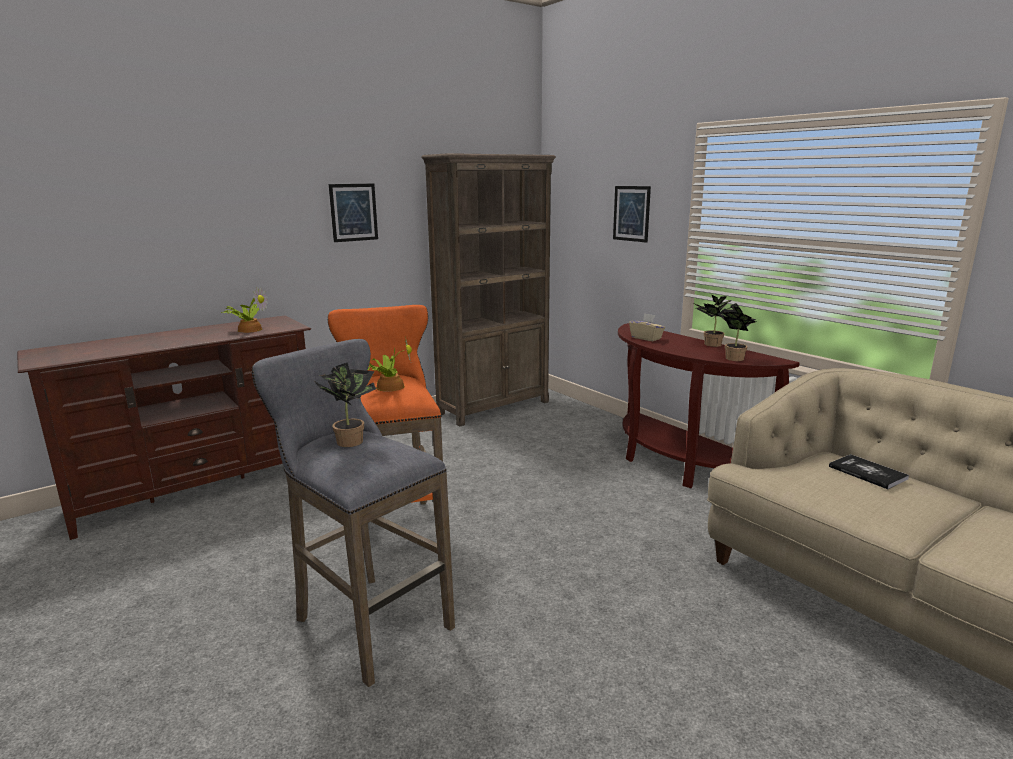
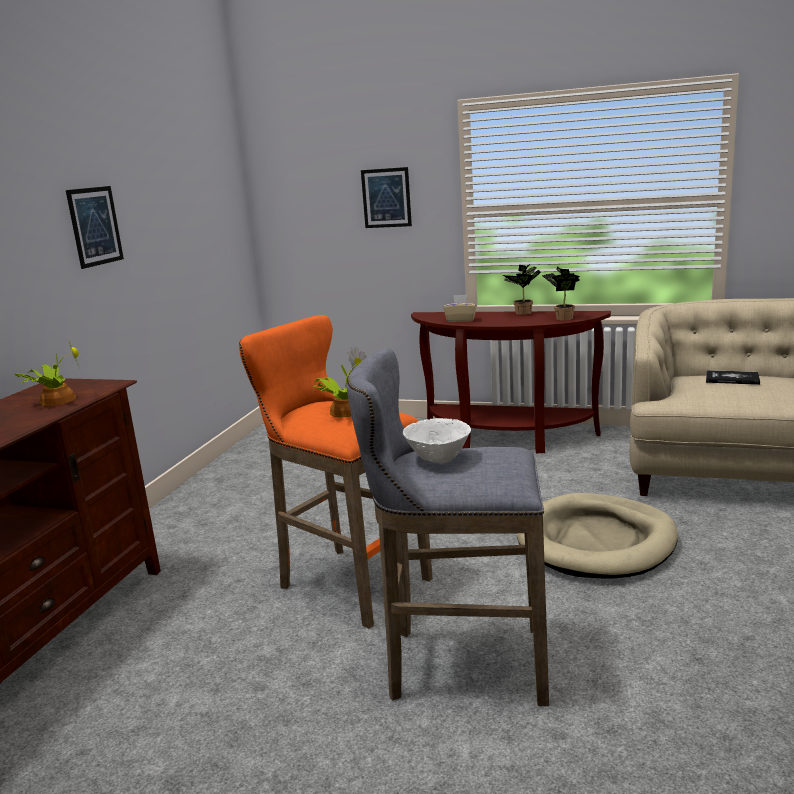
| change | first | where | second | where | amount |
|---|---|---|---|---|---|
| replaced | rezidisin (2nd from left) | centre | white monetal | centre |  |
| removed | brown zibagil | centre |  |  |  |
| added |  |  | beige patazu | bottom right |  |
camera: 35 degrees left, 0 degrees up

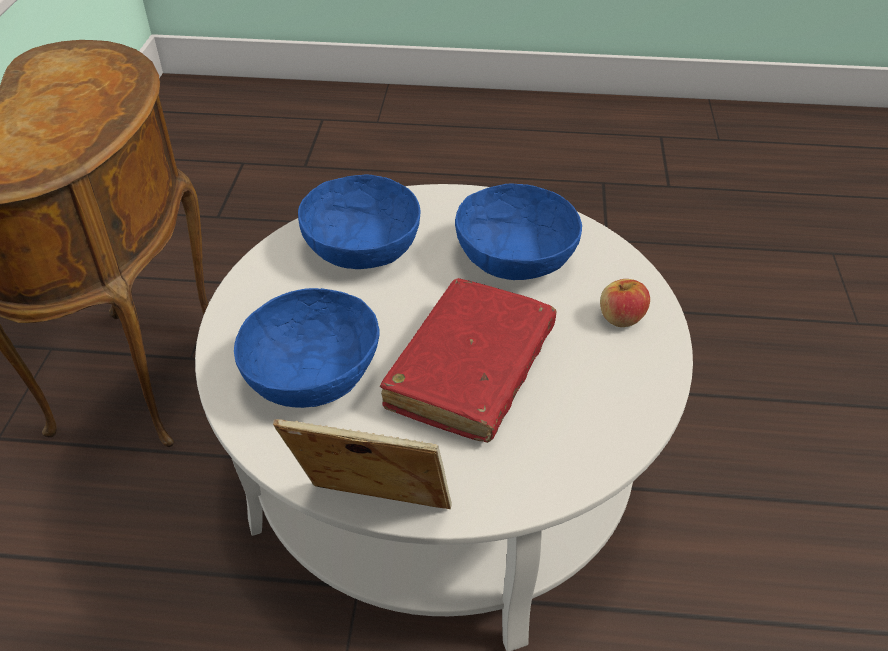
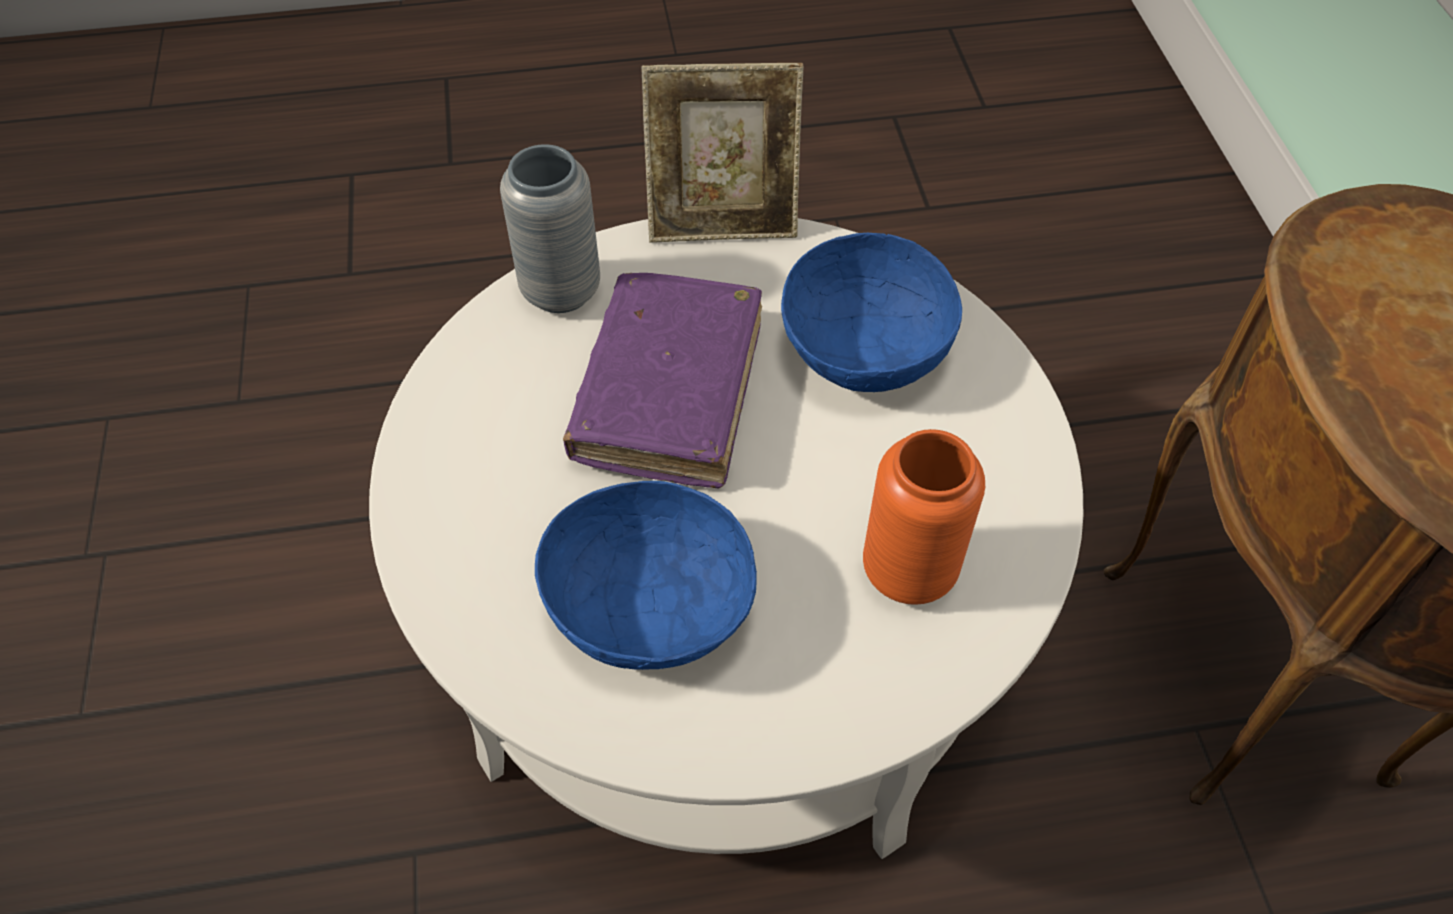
| change | first | where | second | where | amount |
|---|---|---|---|---|---|
| replaced | blue monetal (2nd from left) | centre | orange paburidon | centre |  |
| recoloured | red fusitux | centre | purple fusitux | centre |  |
| removed | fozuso | middle right |  |  |  |
| added |  |  | grey paburidon | top centre |  |
camera: 165 degrees right, 10 degrees up

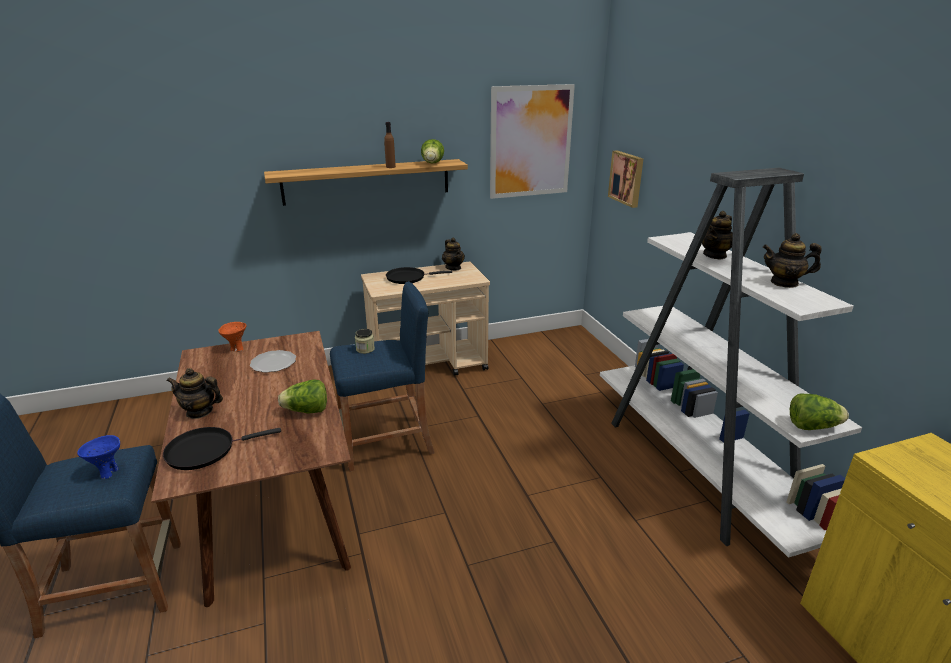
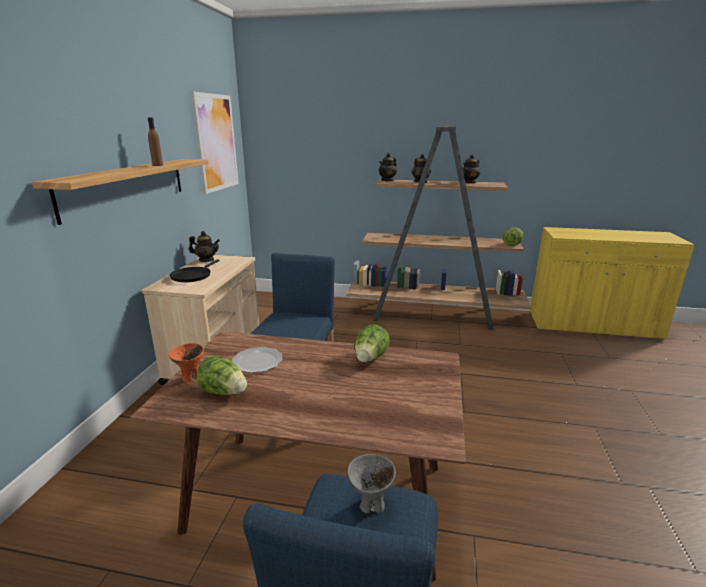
| change | first | where | second | where | amount |
|---|---|---|---|---|---|
| recoloured | blue monetal | bottom left | grey monetal | bottom centre |  |
| removed | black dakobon (1st from left) | bottom left |  |  |  |
| moved | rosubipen (1st from left in the first image) | middle left | rosubipen (2nd from left) | top centre |  |
| removed | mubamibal | centre |  |  |  |
| moved | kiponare (2nd from left in the first image) | top centre | kiponare (1st from left) | middle left |  |
| recoloured | white zibagil | middle right | brown zibagil | centre |  |
| removed | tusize (2nd from left) | top centre |  |  |  |
camera: 60 degrees left, 5 degrees down

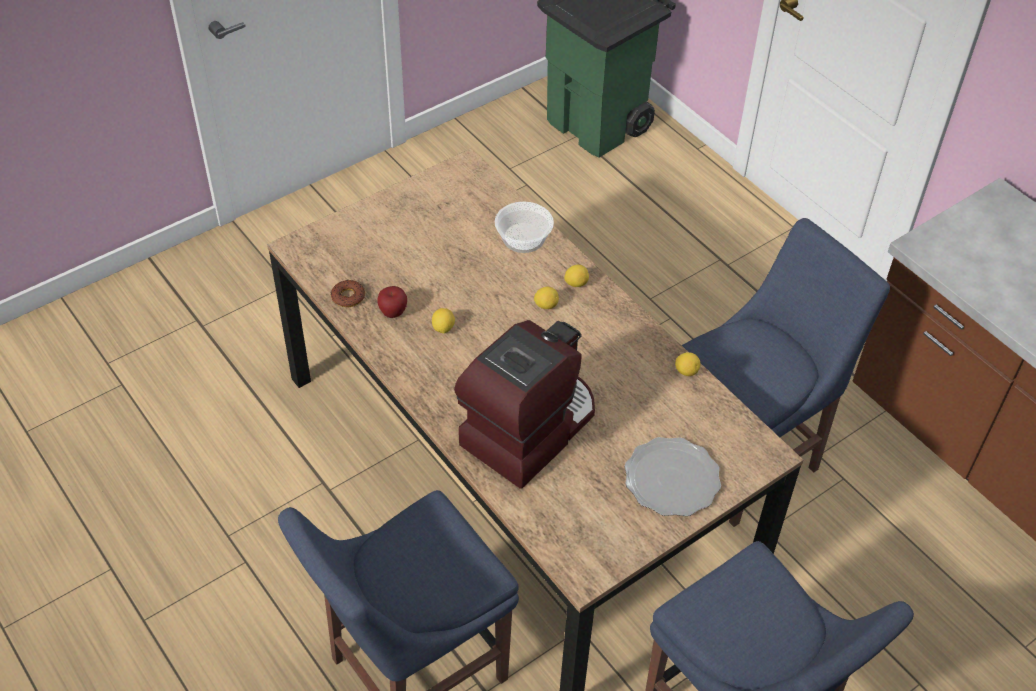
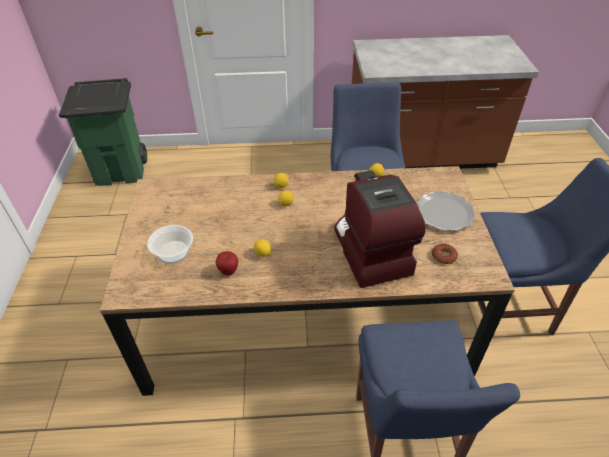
| change | first | where | second | where | amount |
|---|---|---|---|---|---|
| moved | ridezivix | centre |  | middle right |  |
| moved | monetal | top centre |  | middle left |  |
camera: 55 degrees left, 5 degrees down

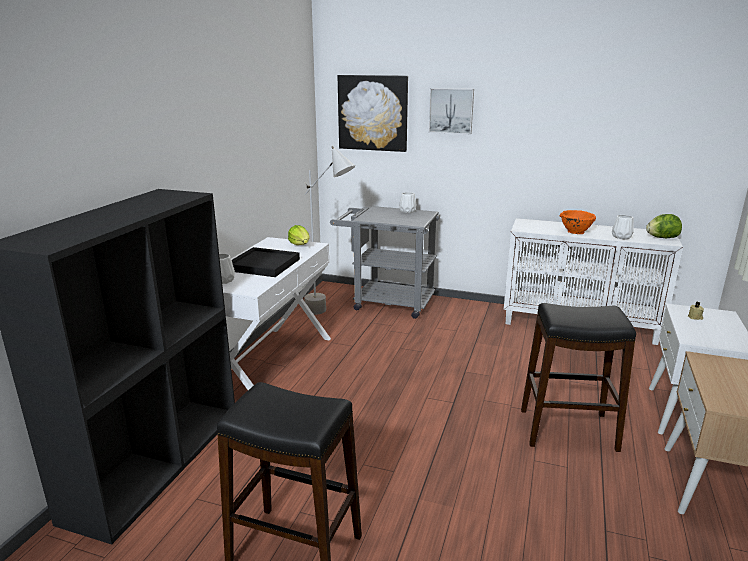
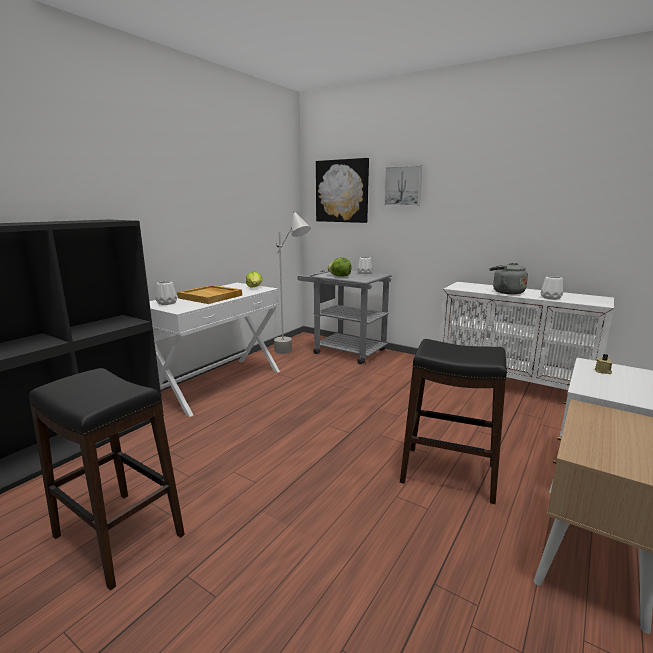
| change | first | where | second | where | amount |
|---|---|---|---|---|---|
| recoloured | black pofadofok | centre | beige pofadofok | middle left |  |
| replaced | orange monetal | middle right | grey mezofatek | middle right |  |
| moved | kiponare (2nd from left) | middle right |  | centre |  |
camera: 15 degrees right, 5 degrees down

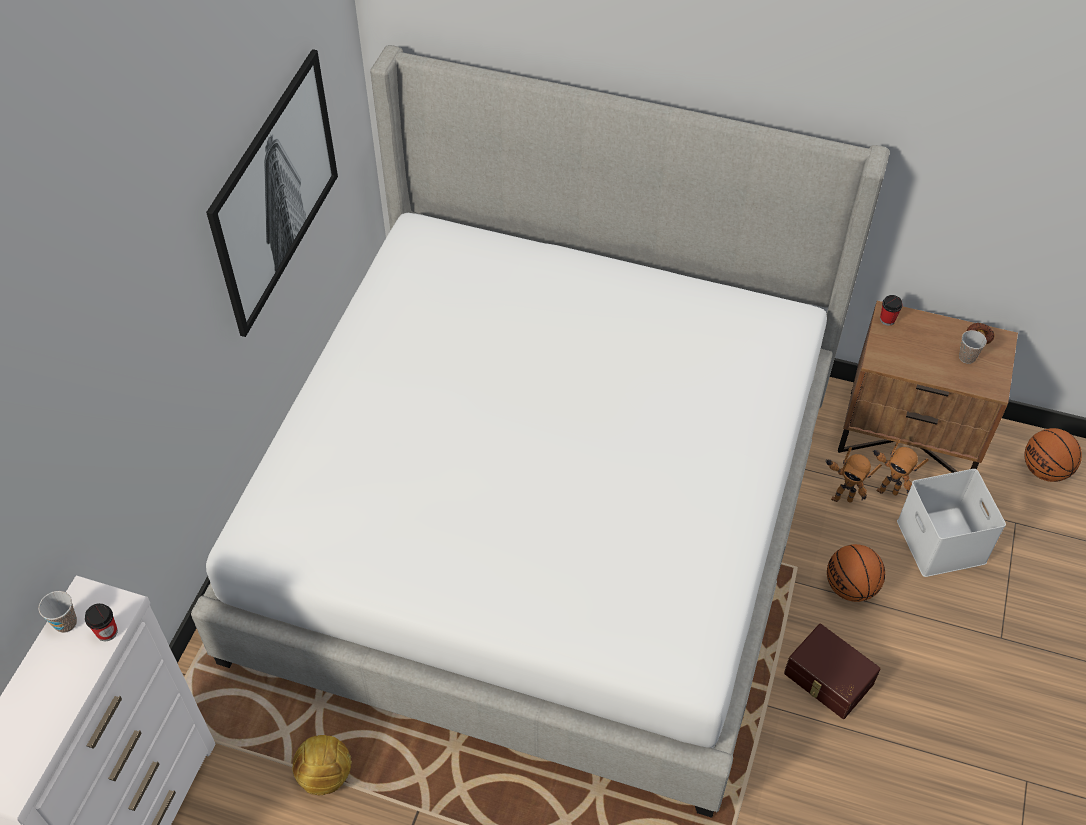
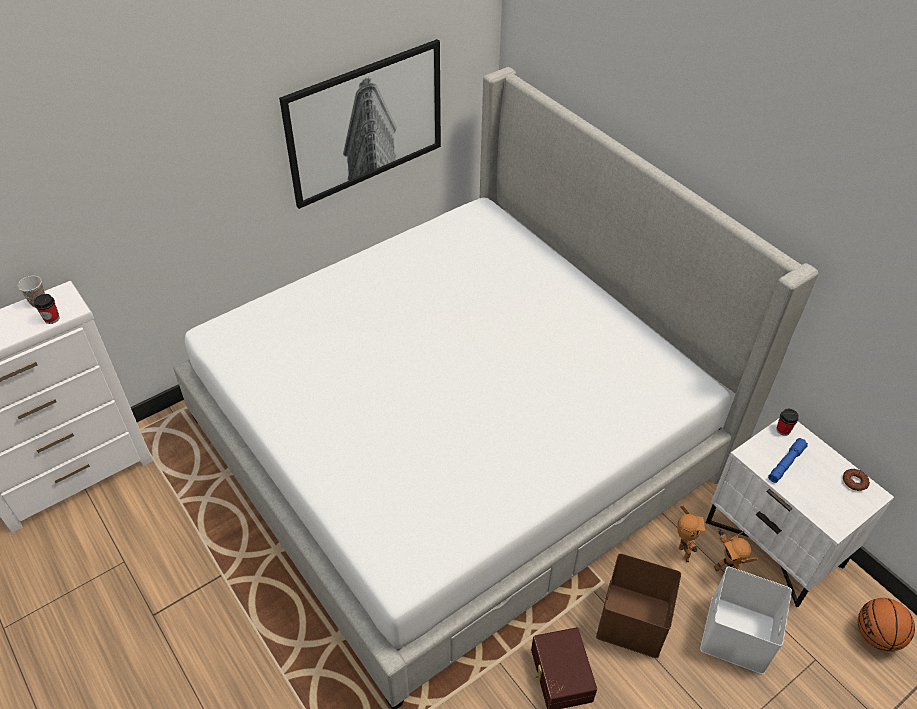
| change | first | where | second | where | amount |
|---|---|---|---|---|---|
| removed | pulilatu | bottom left |  |  |  |
| turned | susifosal (1st from left) | middle right |  | bottom right | 150 degrees counterclockwise |
| replaced | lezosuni (1st from left) | bottom right | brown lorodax (2nd from left) | bottom right |  |
| recoloured | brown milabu | middle right | white milabu | bottom right |  |
| removed | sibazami (4th from left) | middle right |  |  |  |
| added |  |  | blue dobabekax | middle right |  |
camera: 35 degrees right, 5 degrees down

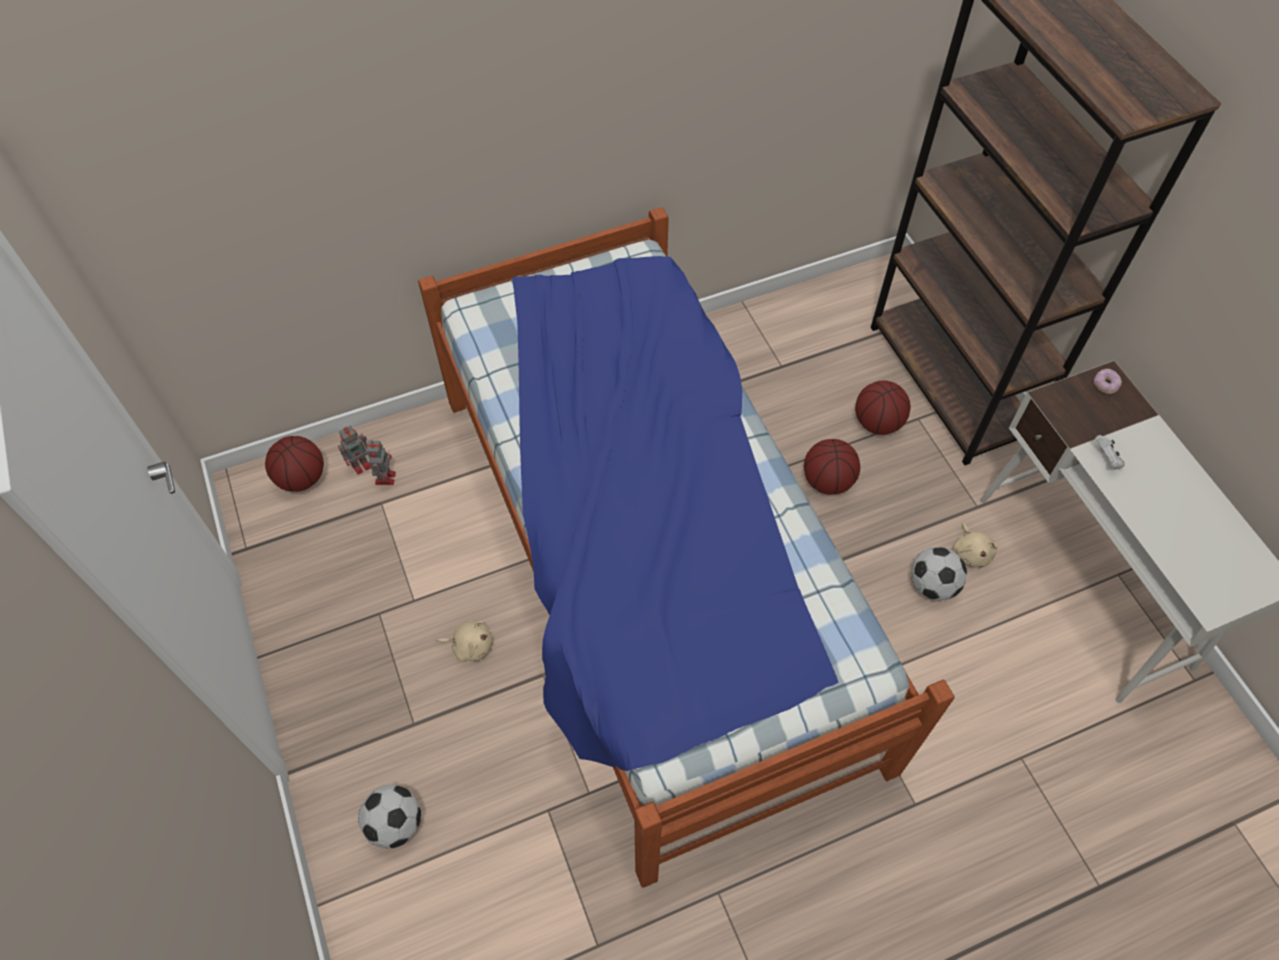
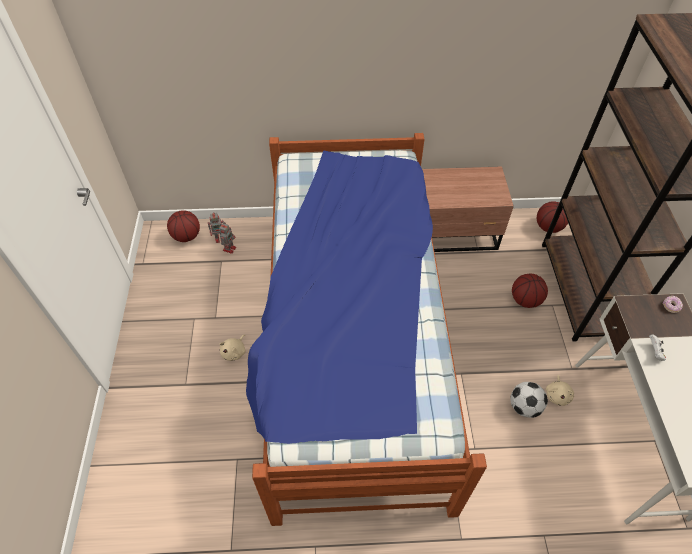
| change | first | where | second | where | amount |
|---|---|---|---|---|---|
| removed | pulilatu (1st from left) | bottom left |  |  |  |
| turned | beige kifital (1st from left) | bottom centre |  | centre | 90 degrees clockwise |
| moved | lezosuni (2nd from left in the first image) | centre | lezosuni (3rd from left) | middle right |  |
| added |  |  | brown milabu | middle right |  |
camera: 20 degrees right, 5 degrees down

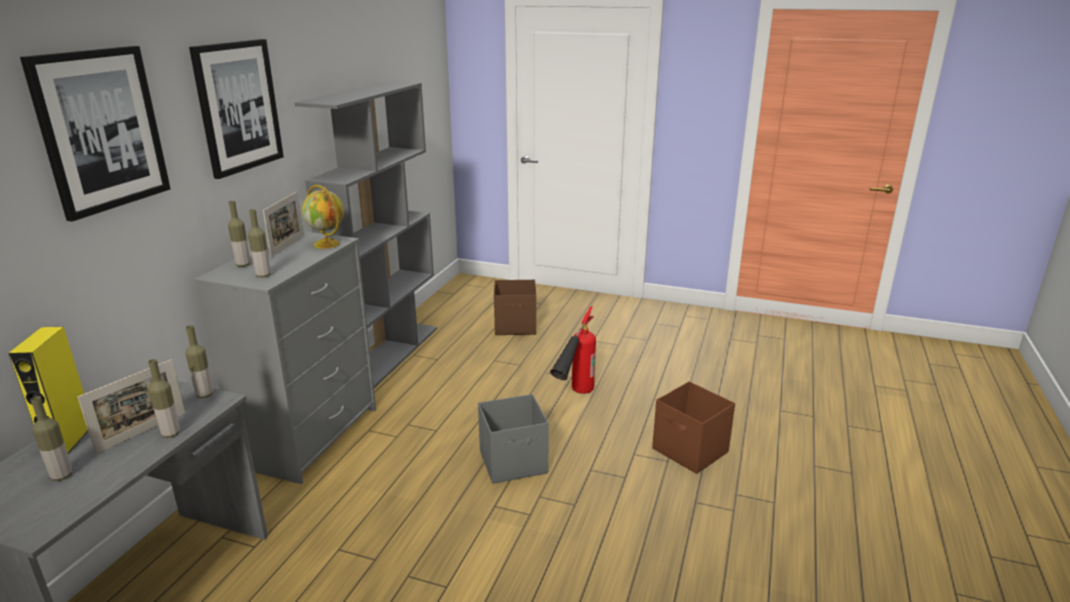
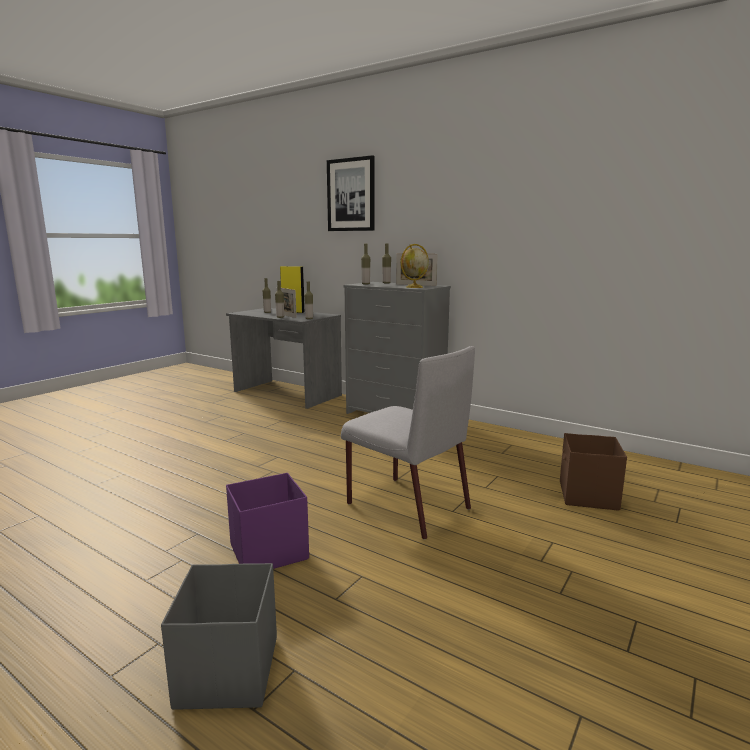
| change | first | where | second | where | amount |
|---|---|---|---|---|---|
| removed | tusize (2nd from left) | top left |  |  |  |
| removed | grey zibagil | centre |  |  |  |
| moved | grey lorodax | bottom centre |  | bottom left |  |
| replaced | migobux | centre | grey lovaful | centre |  |
| recoloured | brown lorodax (2nd from left) | bottom centre | purple lorodax | bottom centre |  |
camera: 105 degrees right, 10 degrees down

